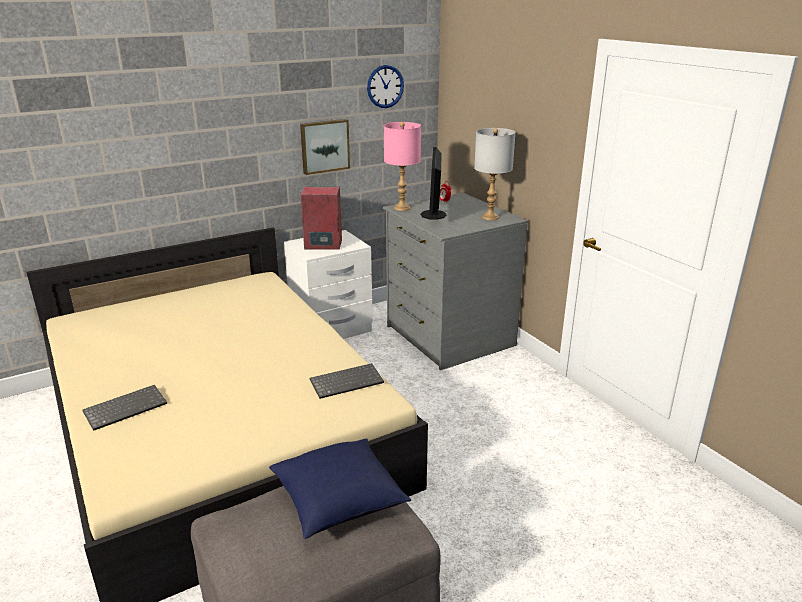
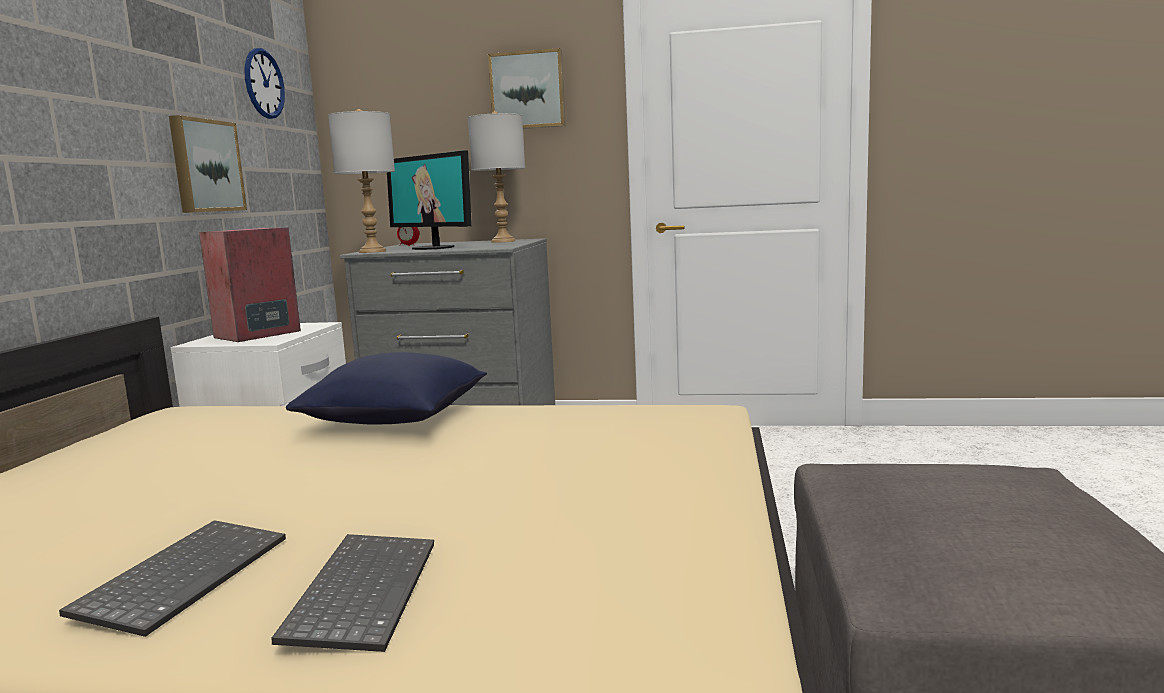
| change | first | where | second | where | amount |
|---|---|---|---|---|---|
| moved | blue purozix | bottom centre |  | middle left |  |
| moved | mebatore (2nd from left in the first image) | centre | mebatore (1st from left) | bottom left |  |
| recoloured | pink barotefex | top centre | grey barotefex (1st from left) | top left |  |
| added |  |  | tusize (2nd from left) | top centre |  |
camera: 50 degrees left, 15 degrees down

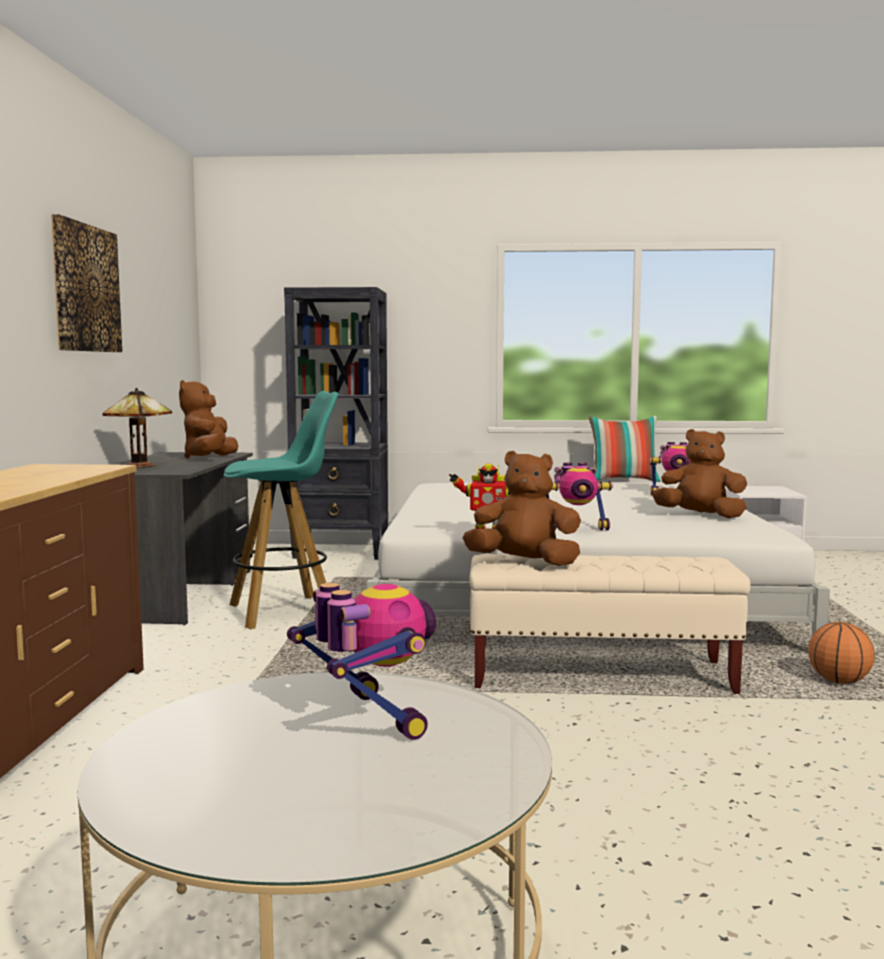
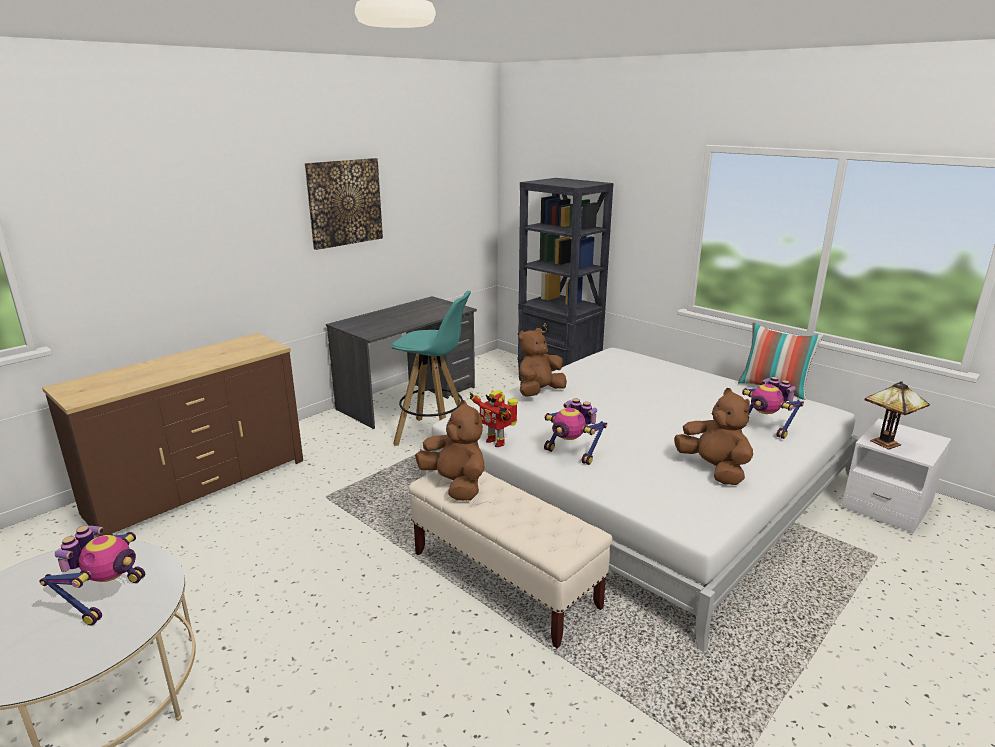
| change | first | where | second | where | amount |
|---|---|---|---|---|---|
| moved | barotefex | middle left |  | middle right |  |
| moved | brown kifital (1st from left in the first image) | middle left | brown kifital (2nd from left) | centre |  |
| removed | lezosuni | bottom right |  |  |  |
camera: 40 degrees right, 15 degrees up

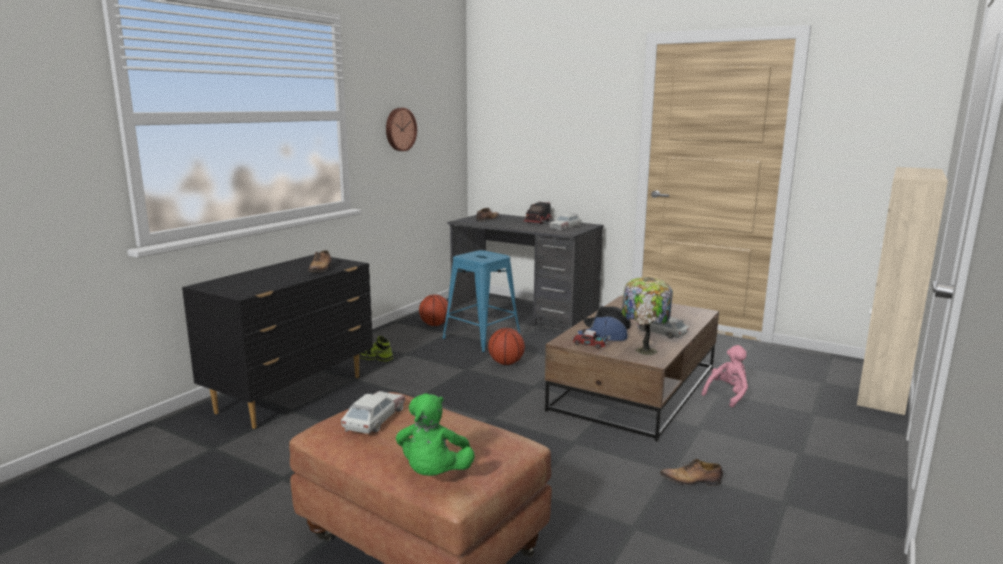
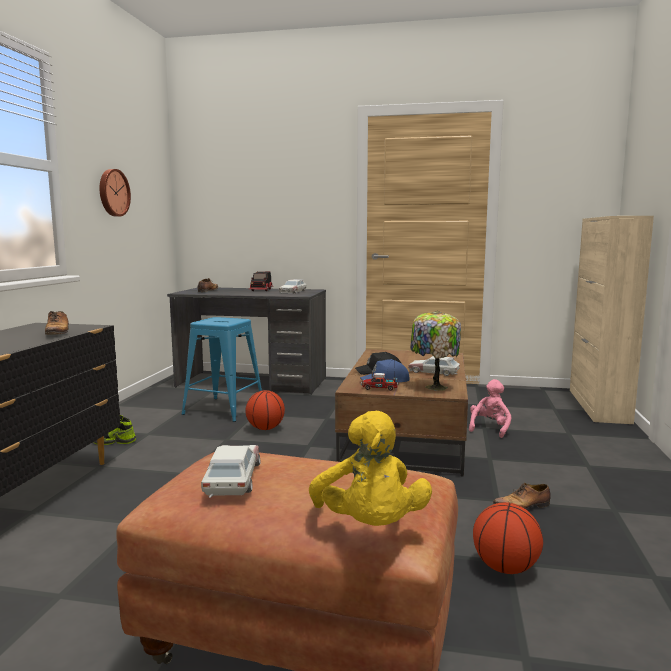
| change | first | where | second | where | amount |
|---|---|---|---|---|---|
| recoloured | green kifital | bottom centre | yellow kifital | bottom centre |  |
| moved | lezosuni (1st from left in the first image) | centre | lezosuni (2nd from left) | bottom right |  |
camera: 20 degrees left, 5 degrees down

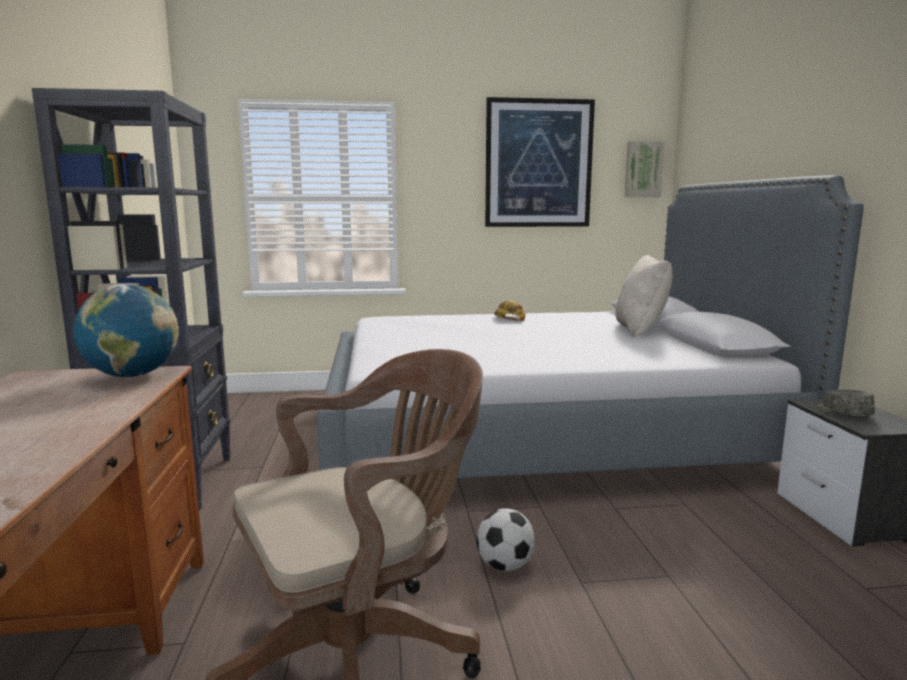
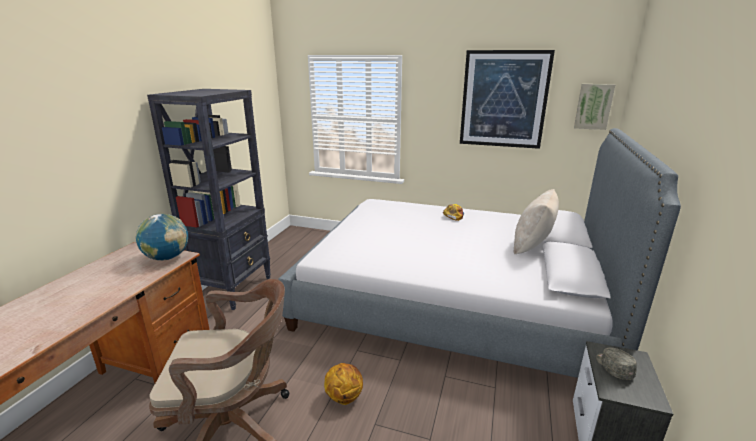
| change | first | where | second | where | amount |
|---|---|---|---|---|---|
| replaced | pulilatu | bottom centre | lezosuni | bottom centre |  |
camera: 25 degrees right, 10 degrees up

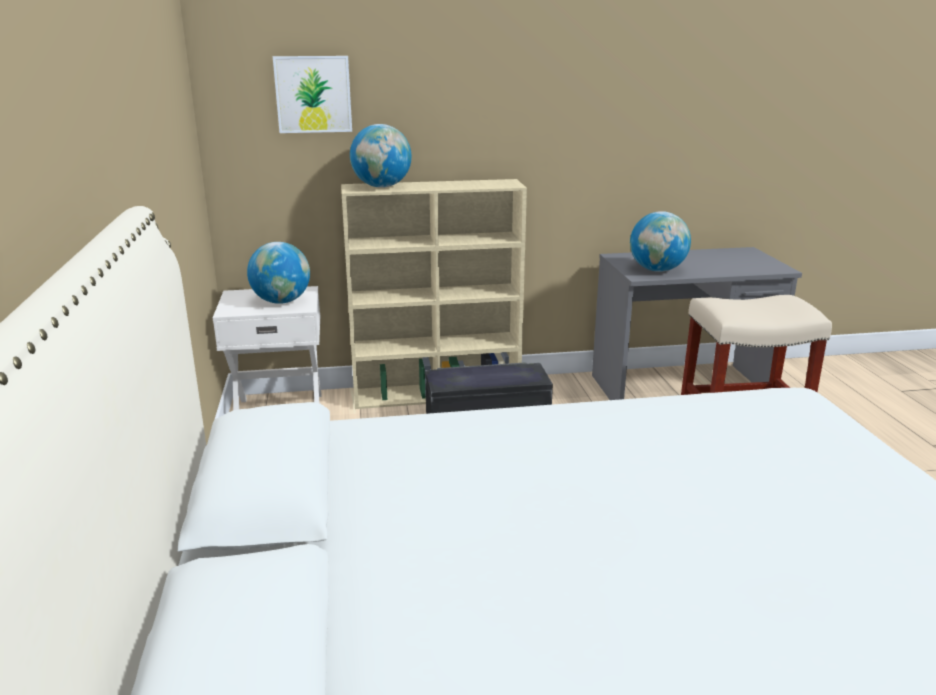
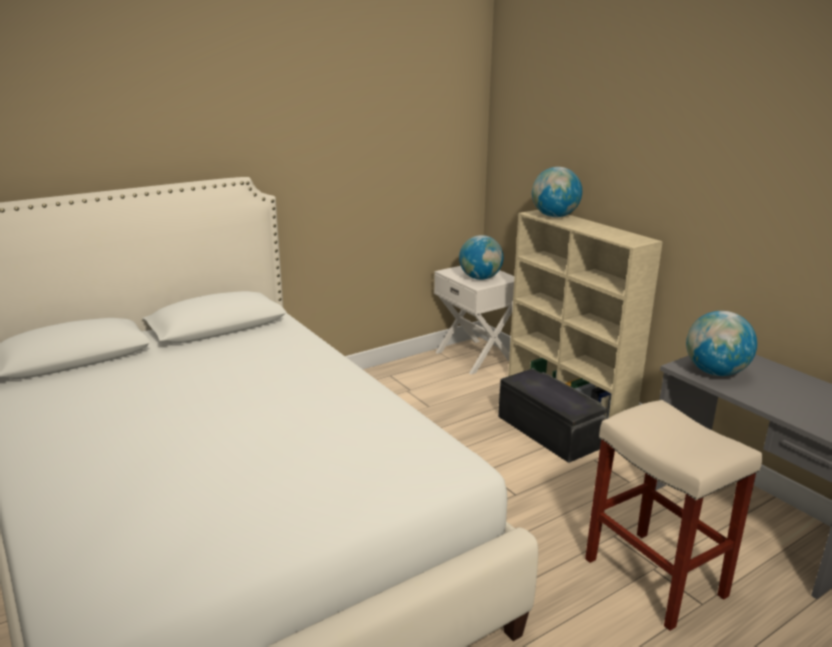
| change | first | where | second | where | amount |
|---|---|---|---|---|---|
| removed | tusize | top centre |  |  |  |
camera: 65 degrees right, 0 degrees up

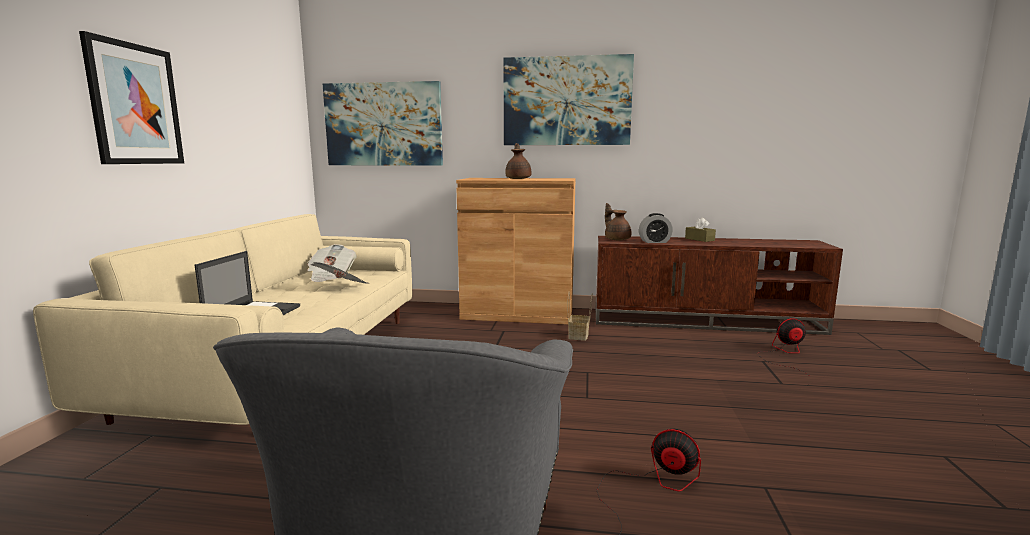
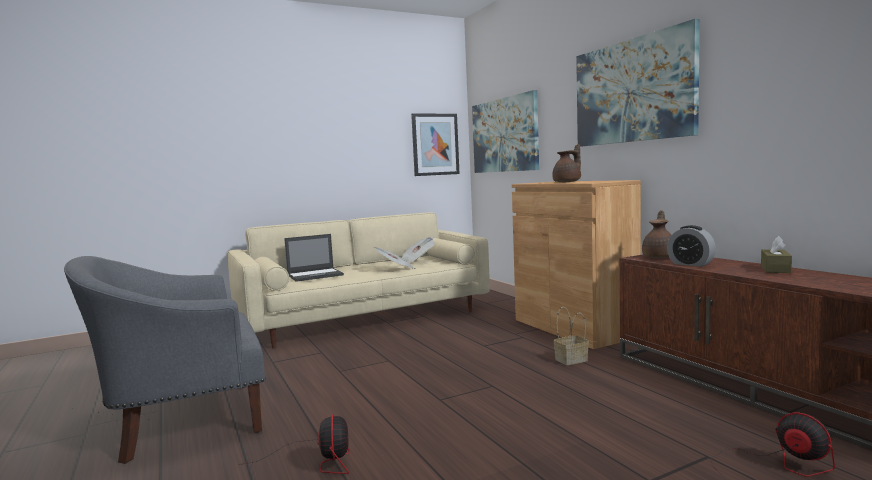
| change | first | where | second | where | amount |
|---|---|---|---|---|---|
| moved | tusize (1st from left) | top left |  | top centre |  |
camera: 55 degrees right, 5 degrees down

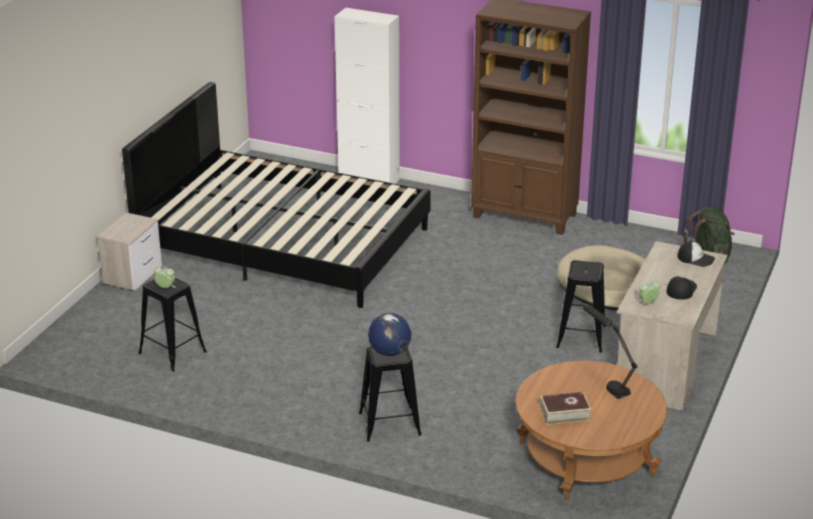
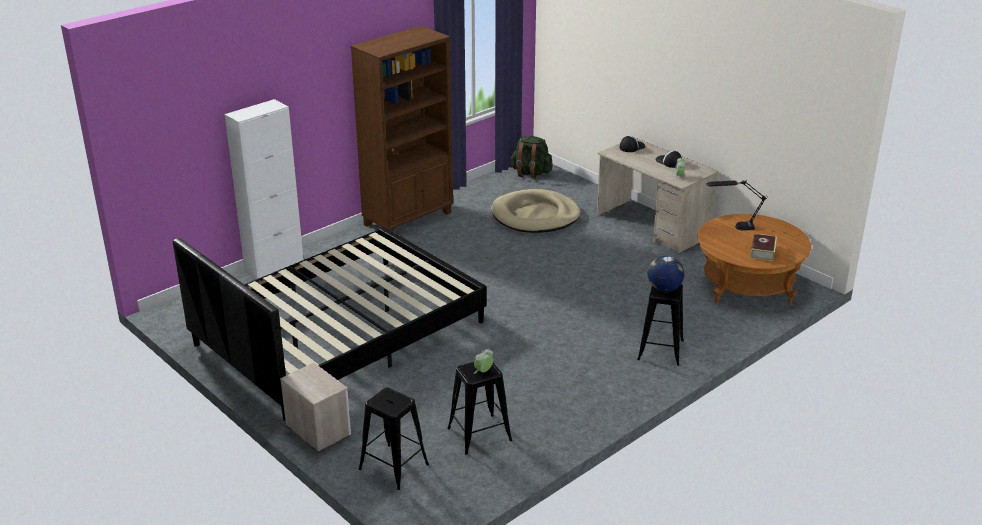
| change | first | where | second | where | amount |
|---|---|---|---|---|---|
| moved | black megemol (3rd from left in the first image) | middle right | black megemol (1st from left) | bottom centre |  |
camera: 65 degrees left, 0 degrees up

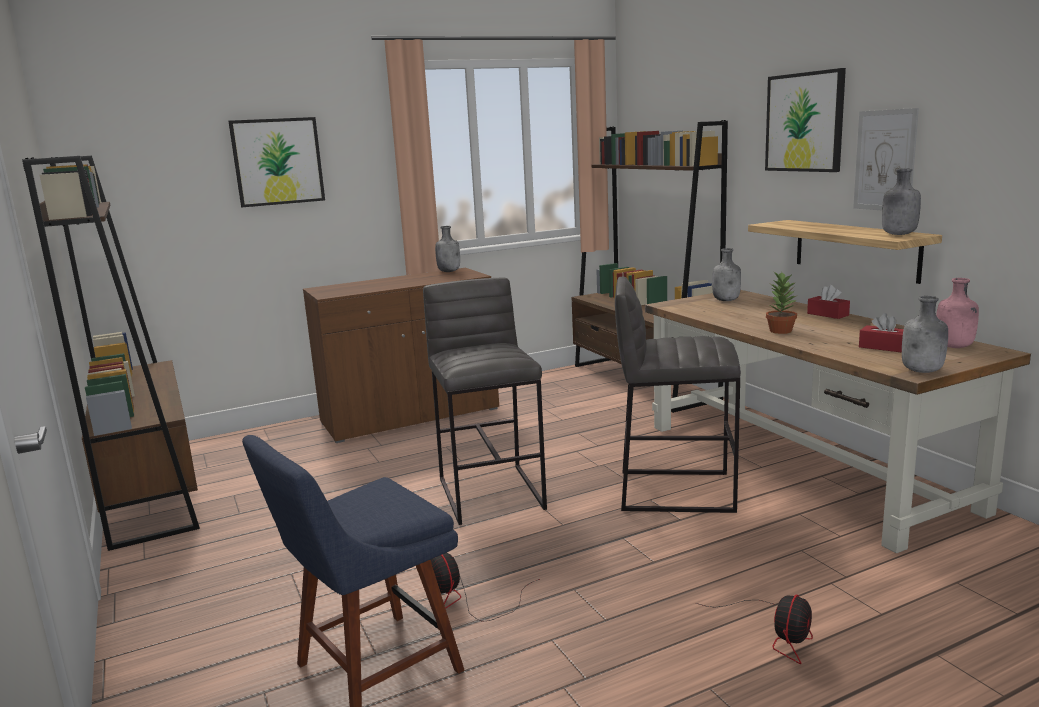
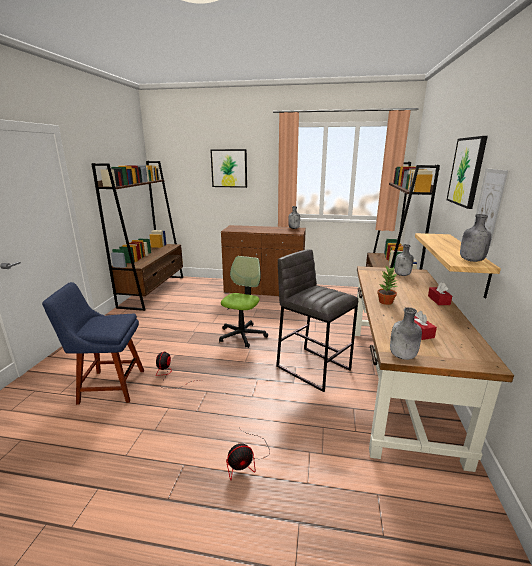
| change | first | where | second | where | amount |
|---|---|---|---|---|---|
| replaced | grey megemol (1st from left) | centre | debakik | centre |  |
| removed | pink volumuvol | middle right |  |  |  |
camera: 35 degrees right, 5 degrees up

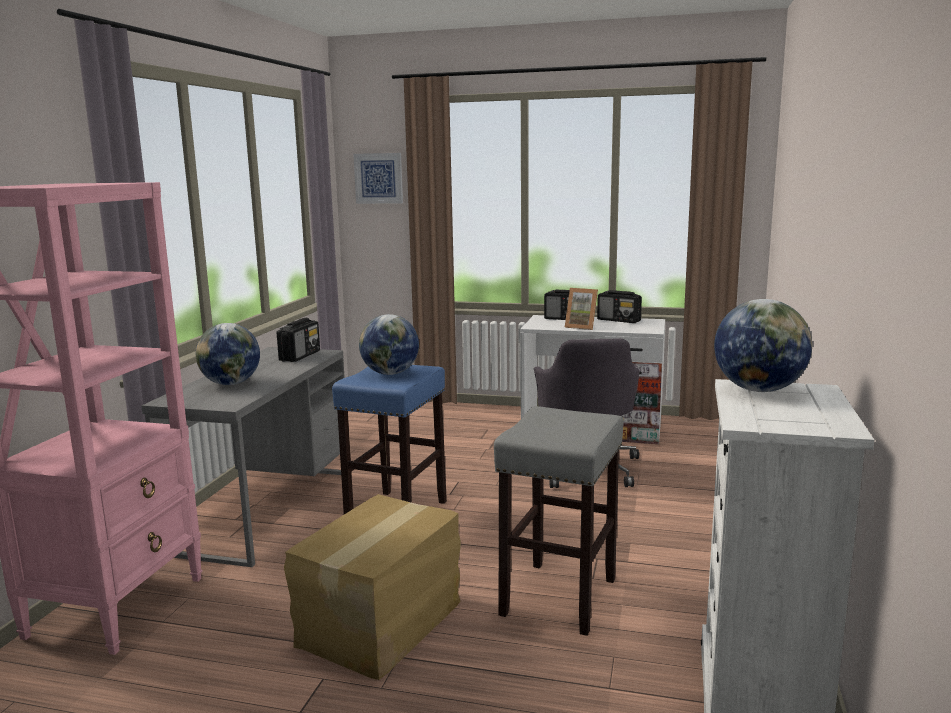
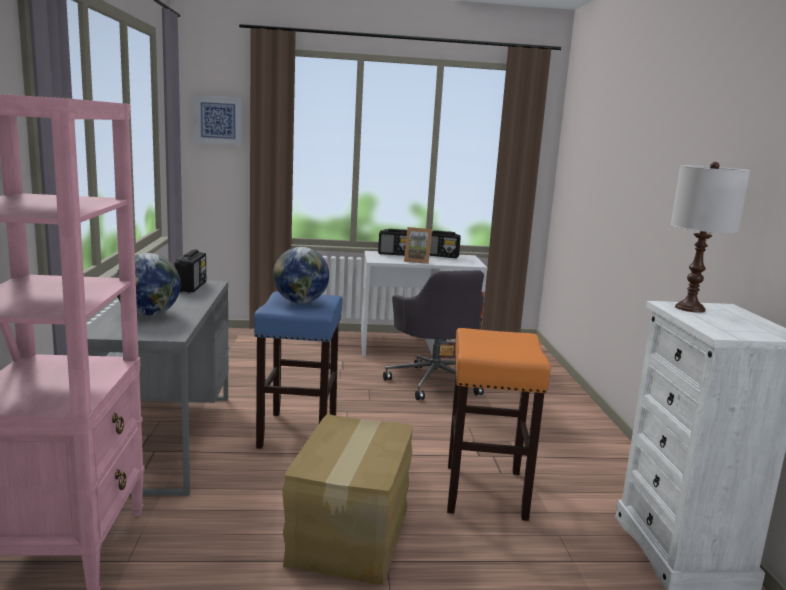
| change | first | where | second | where | amount |
|---|---|---|---|---|---|
| recoloured | grey megemol | bottom centre | orange megemol | bottom centre |  |
| replaced | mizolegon (3rd from left) | middle right | white barotefex | middle right |  |
camera: 20 degrees left, 0 degrees up

